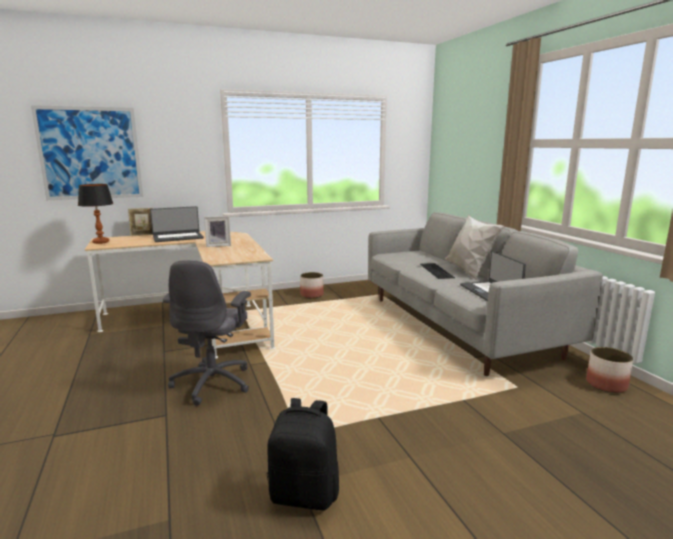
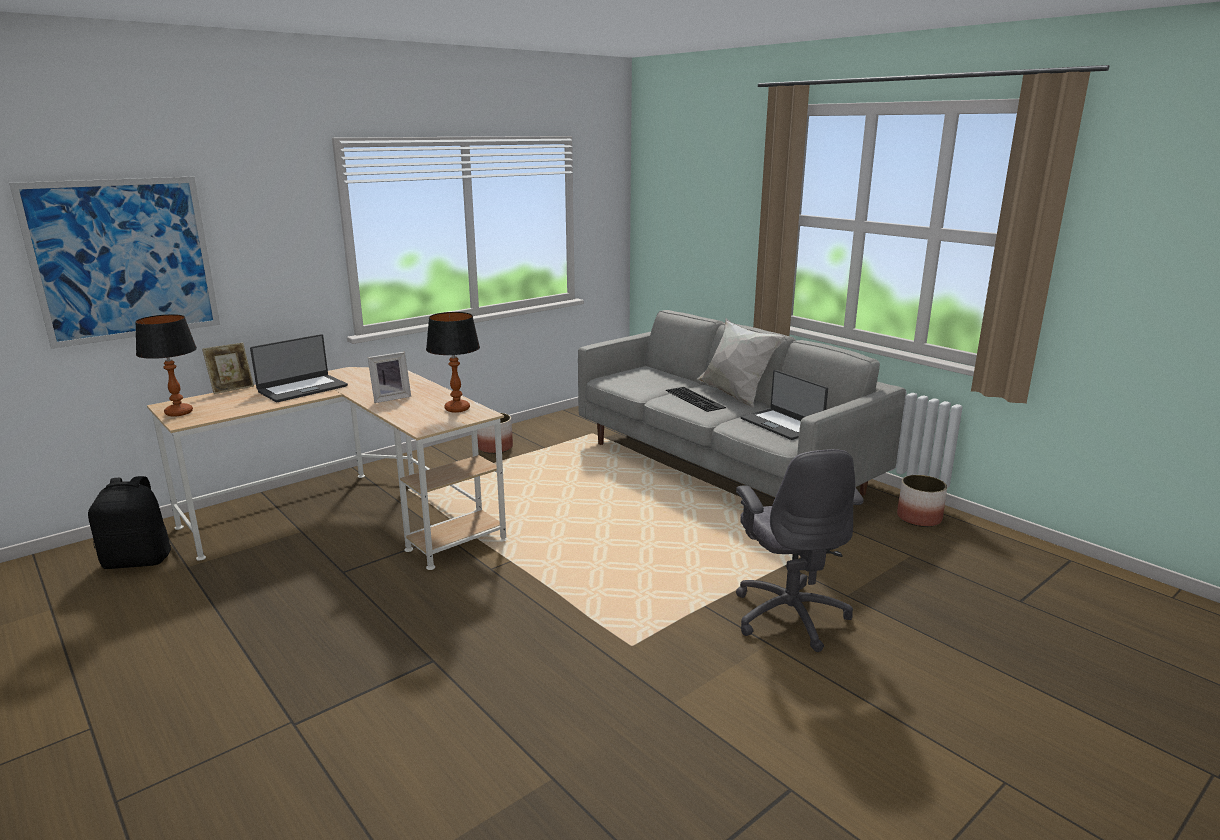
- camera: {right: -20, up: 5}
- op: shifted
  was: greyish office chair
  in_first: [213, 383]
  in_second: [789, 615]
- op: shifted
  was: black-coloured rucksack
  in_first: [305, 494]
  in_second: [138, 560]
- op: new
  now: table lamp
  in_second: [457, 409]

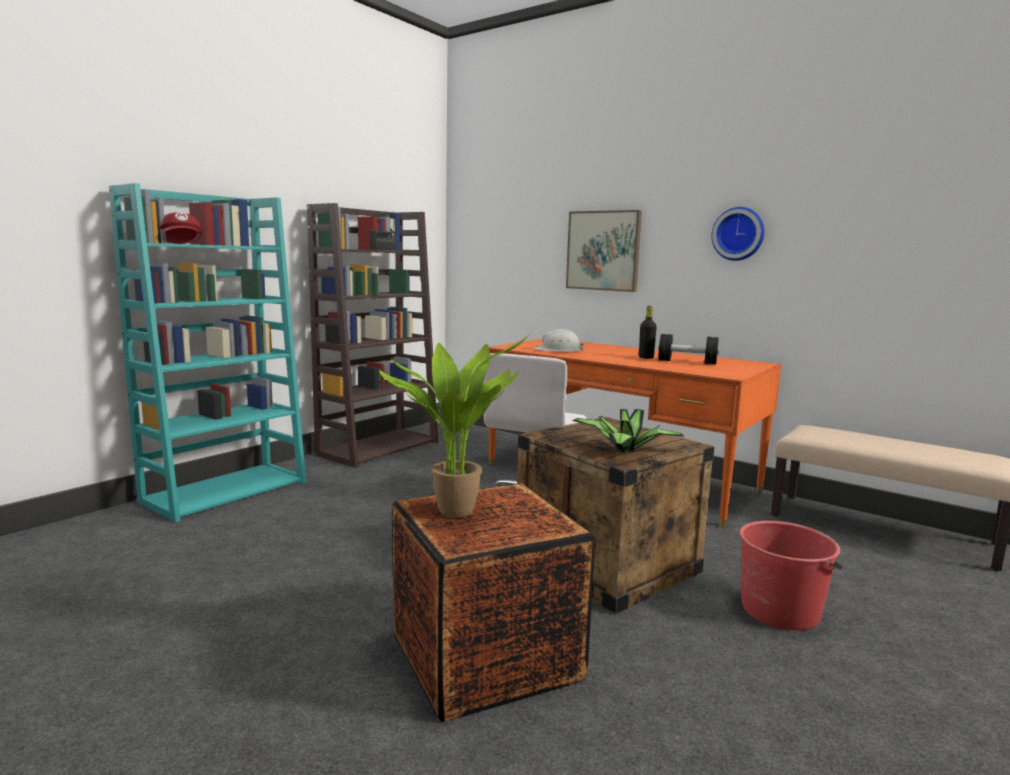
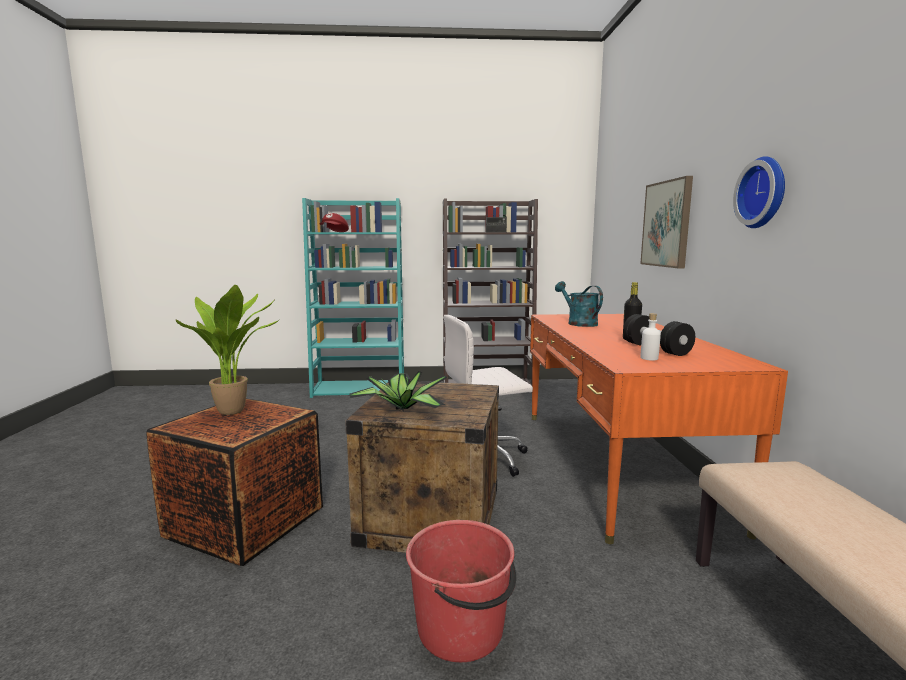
- camera: {right: 50, up: 0}
- op: swapped
  was: white-coloured safety helmet
  now: turquoise-coloured watering can
  in_first: [558, 350]
  in_second: [578, 323]
- op: new
  now: white-coloured drink bottle
  in_second: [649, 358]

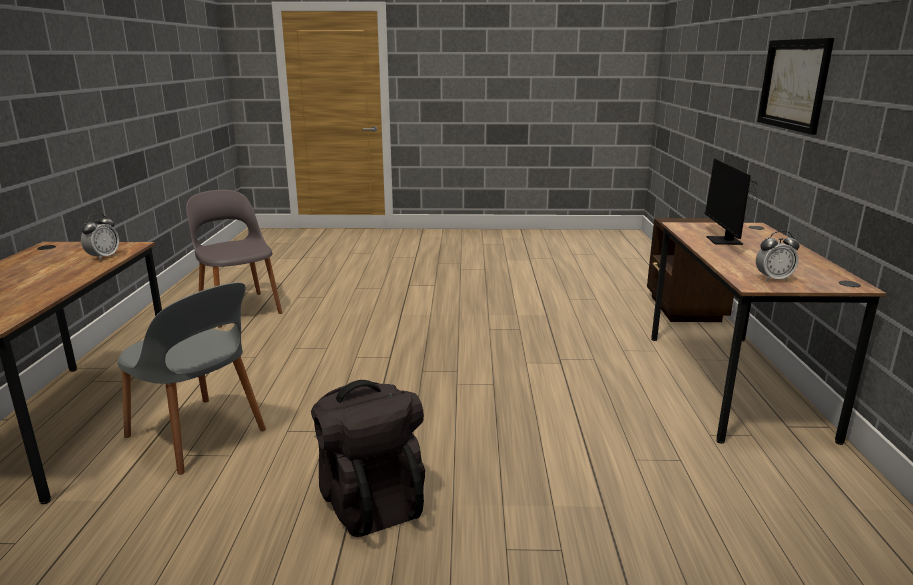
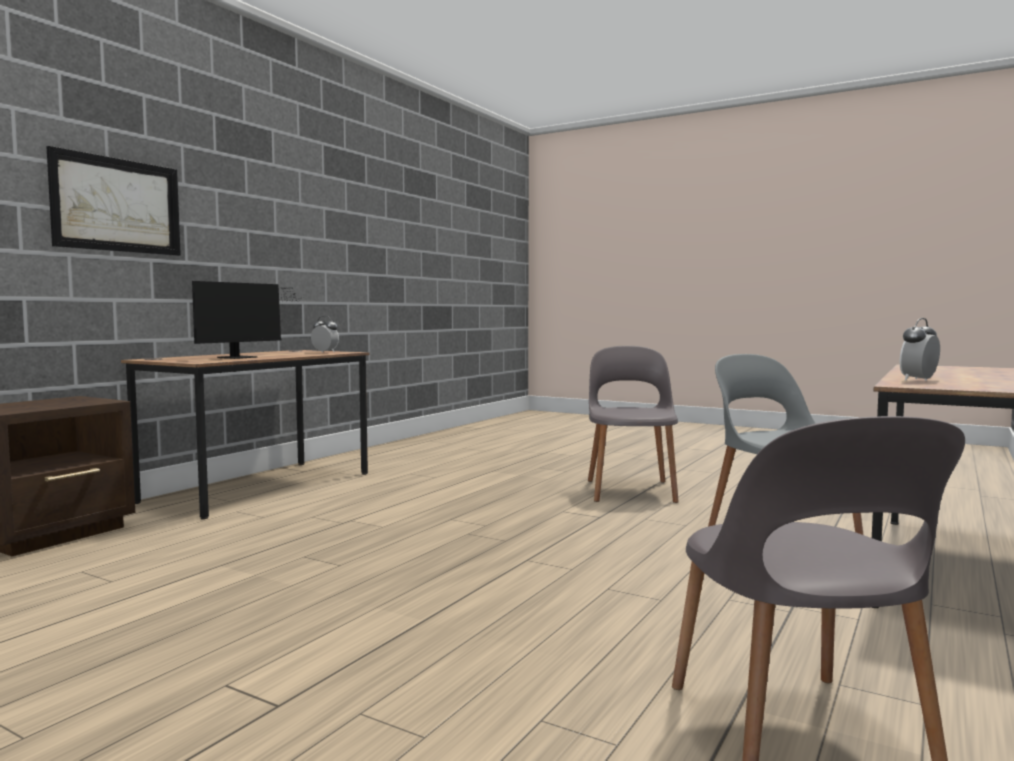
- camera: {right: -150, up: -15}
- op: swapped
  was: black-coloured rucksack
  now: greyish upright chair
  in_first: [370, 500]
  in_second: [630, 490]

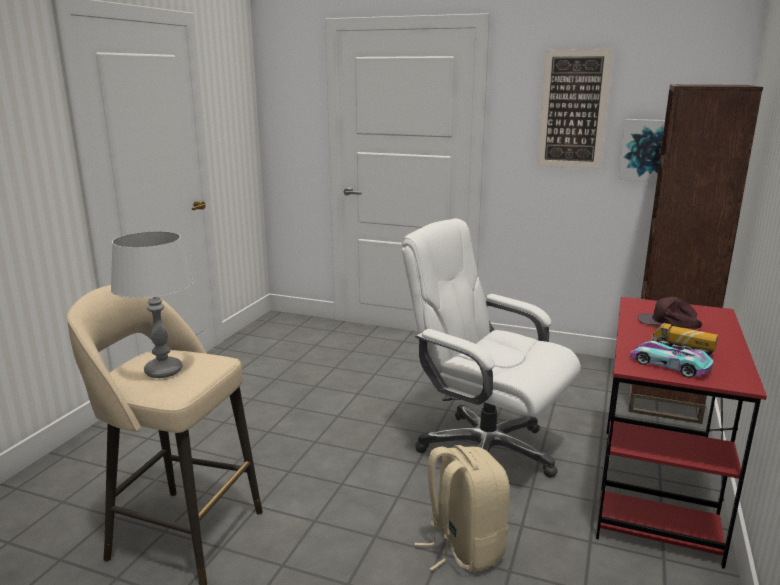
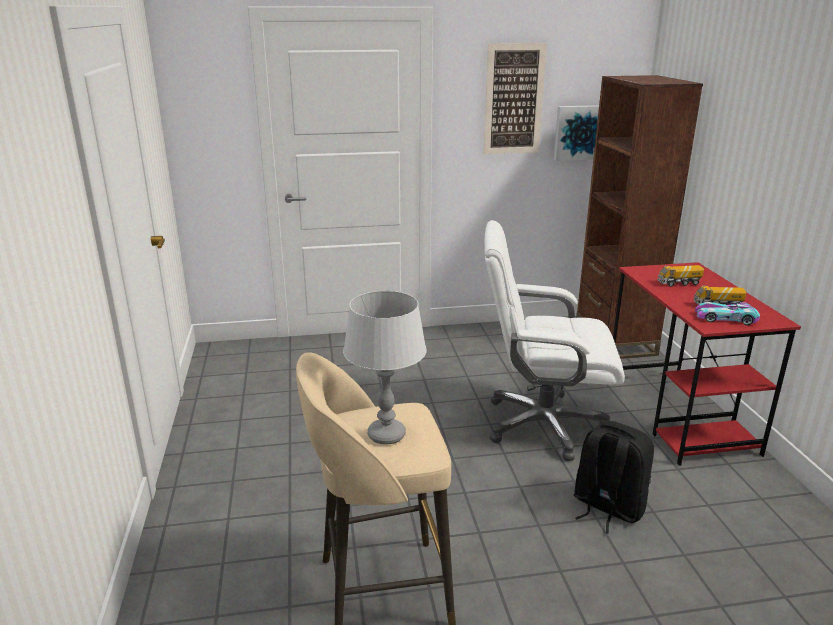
- camera: {right: -30, up: 5}
- op: repainted
  was: sand-coloured rucksack
  now: black-coloured rucksack
  in_first: [463, 547]
  in_second: [607, 507]
- op: swapped
  was: brown-coloured baseball cap
  now: toy truck
  in_first: [668, 323]
  in_second: [679, 283]

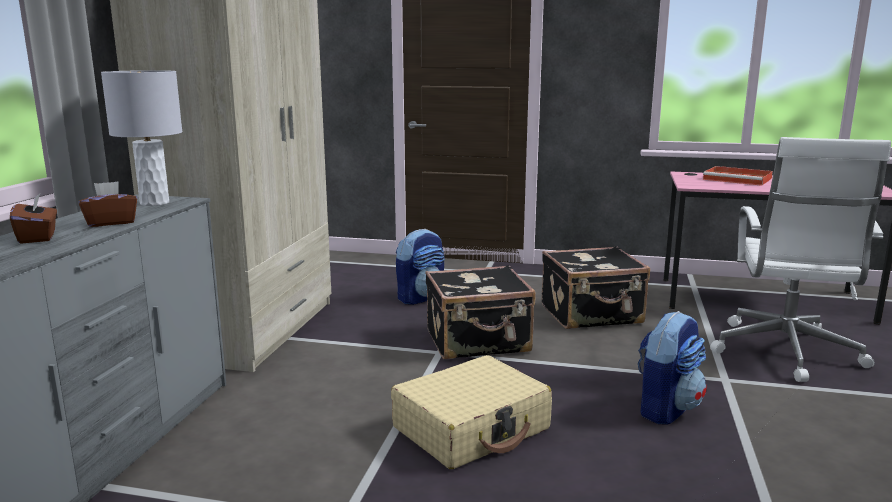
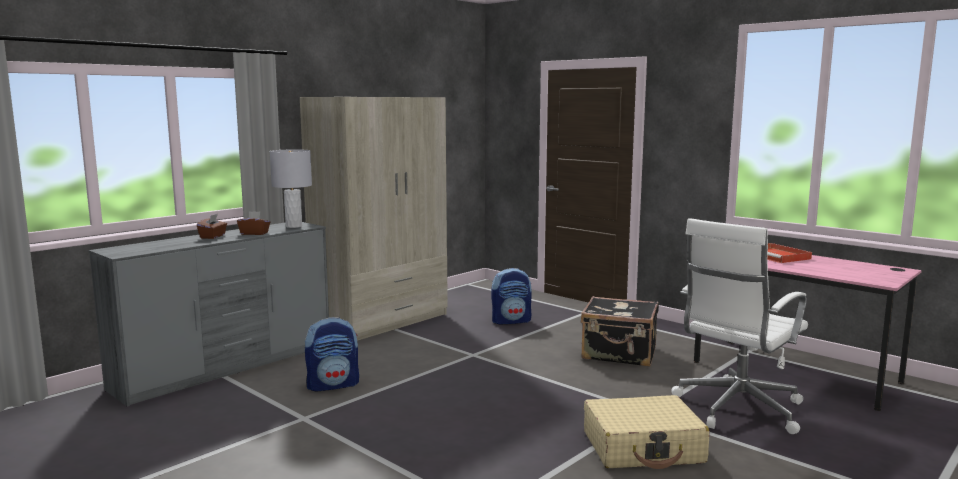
- camera: {right: 30, up: -5}
- op: shifted
  was: sand-coloured suitcase
  in_first: [472, 428]
  in_second: [643, 447]
- op: gone
  was: black-coloured suitcase
  in_first: [478, 342]
- op: shifted
  was: rucksack
  in_first: [666, 408]
  in_second: [333, 385]

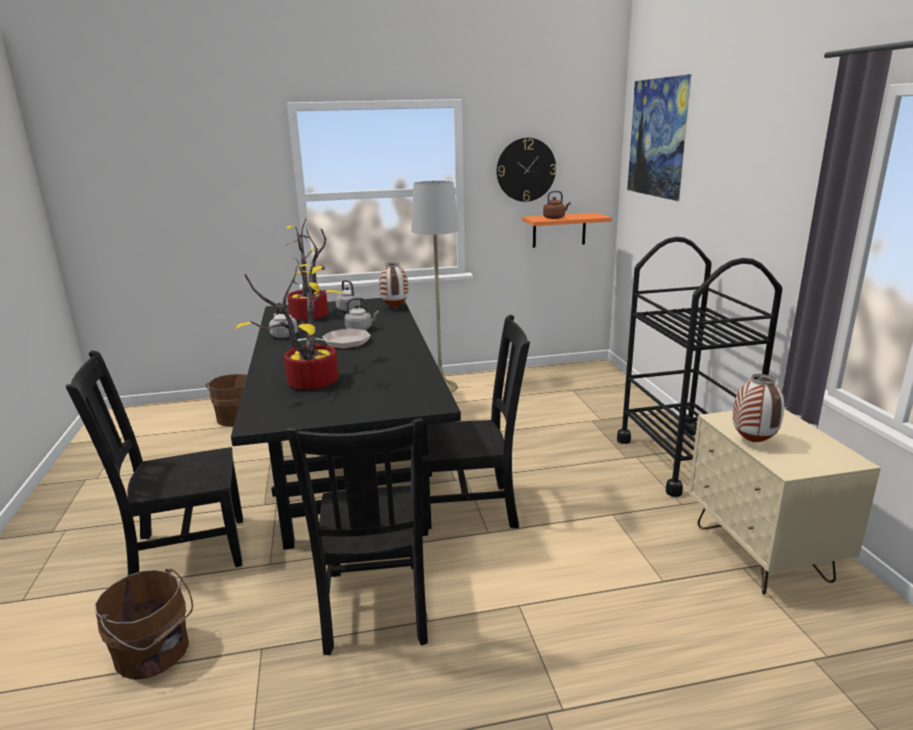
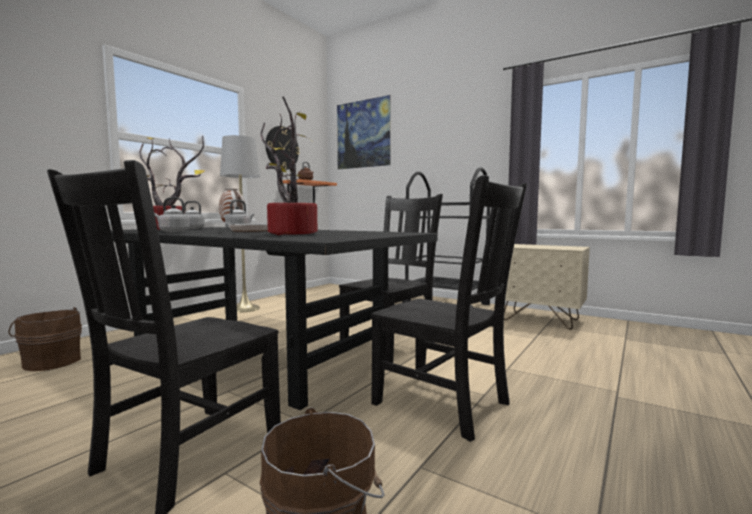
- camera: {right: -45, up: -15}
- op: gone
  was: decorative vase
  in_first: [752, 442]

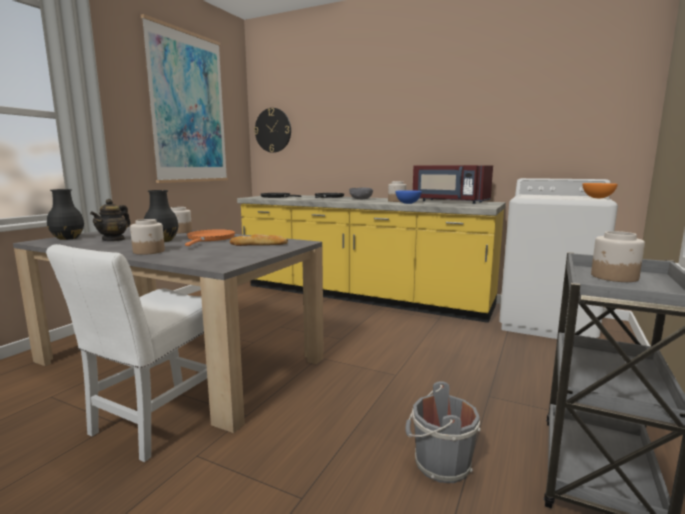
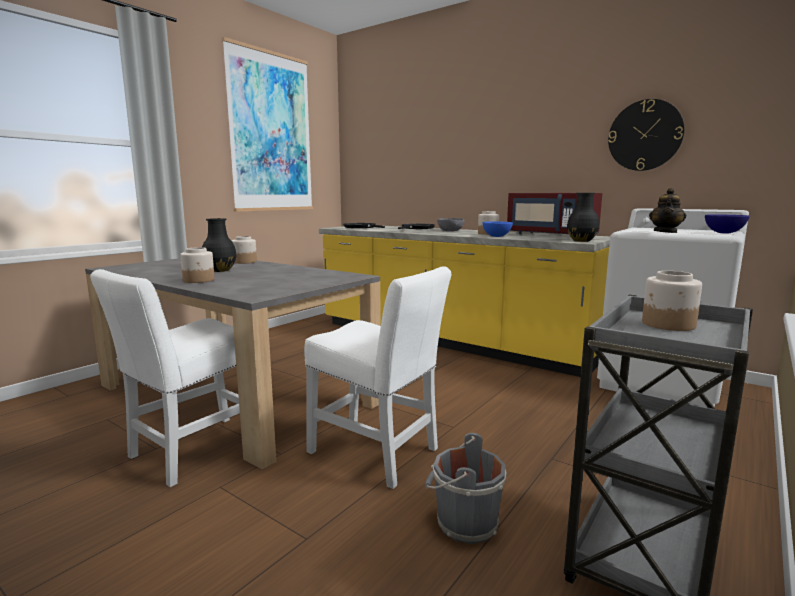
- camera: {right: 10, up: 0}
- op: shifted
  was: black-coloured decorative vase
  in_first: [67, 238]
  in_second: [581, 240]
- op: shifted
  was: tea pot
  in_first: [114, 239]
  in_second: [665, 232]
- op: gone
  was: orange-coloured skillet
  in_first: [210, 239]
- op: gone
  was: bakery bread
  in_first: [259, 244]
- op: shifted
  was: hanging clock
  in_first: [273, 130]
  in_second: [645, 135]
- op: repainted
  was: orange-coloured serving bowl
  now: blue serving bowl
  in_first: [598, 198]
  in_second: [724, 233]
- op: new
  now: white-coloured upright chair
  in_second: [377, 453]

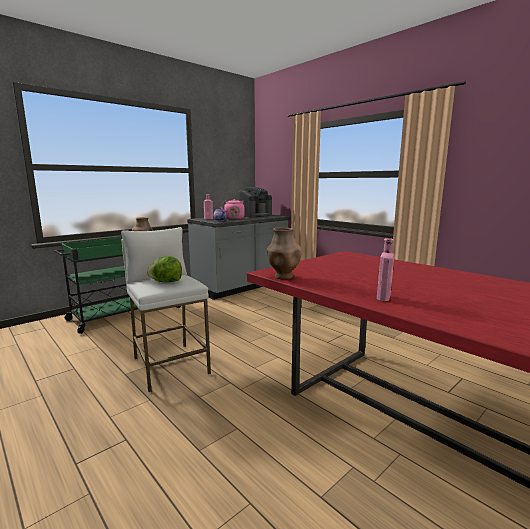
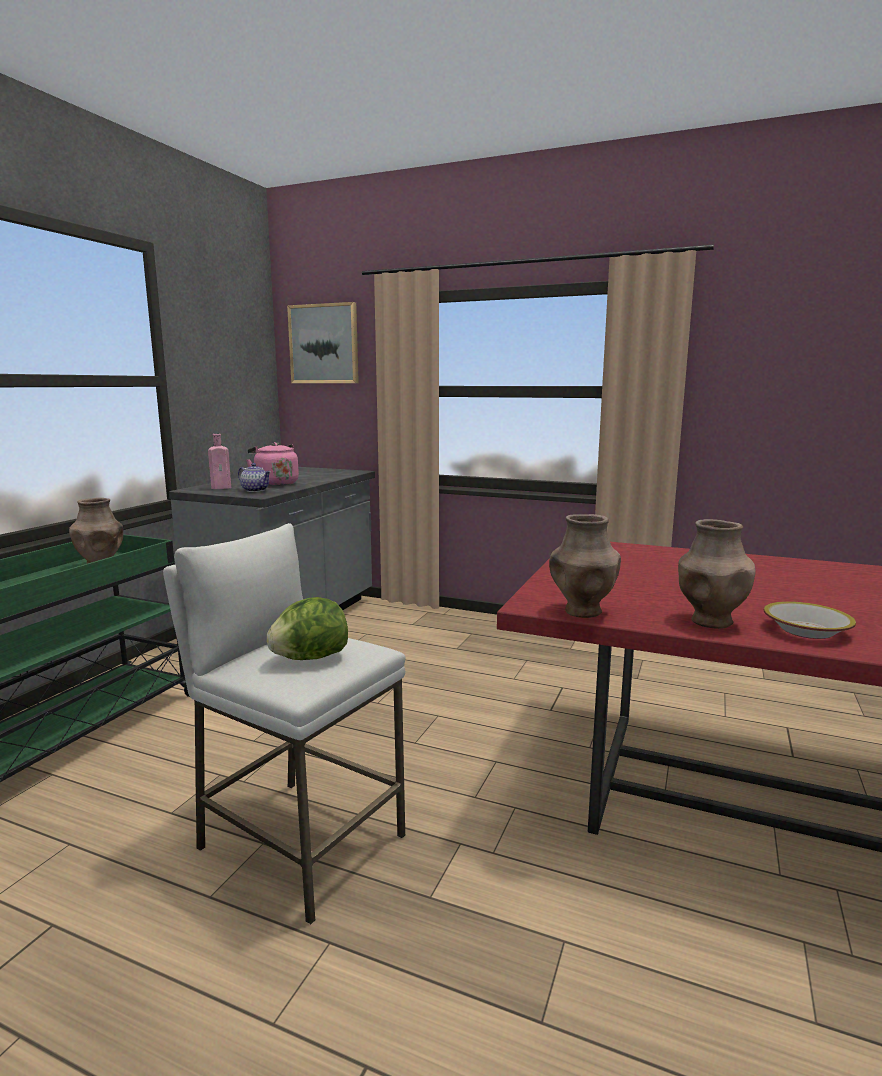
- camera: {right: -25, up: 0}
- op: gone
  was: coffee brewer
  in_first: [255, 215]
- op: swapped
  was: pinkish drink bottle
  now: serving bowl
  in_first: [383, 298]
  in_second: [805, 630]
- op: new
  now: wall picture
  in_second: [324, 344]
- op: new
  now: brown-coloured decorative vase
  in_second: [710, 622]

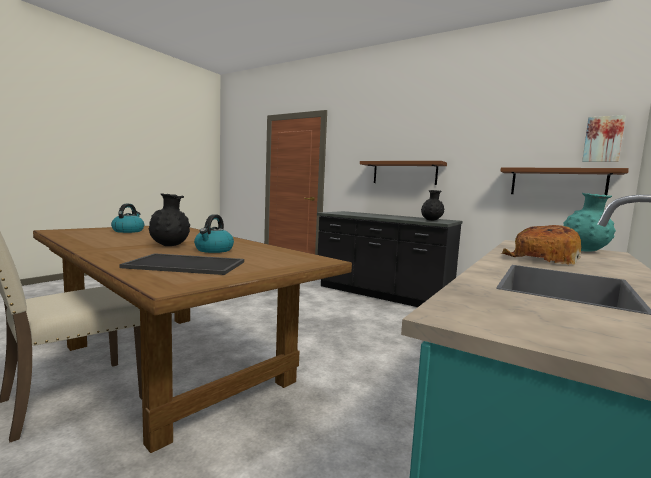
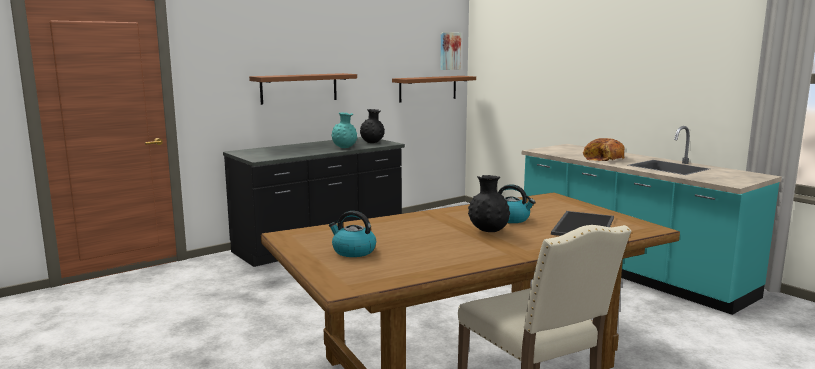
- camera: {right: -70, up: 5}
- op: shifted
  was: turquoise-coloured decorative vase
  in_first: [584, 251]
  in_second: [344, 148]

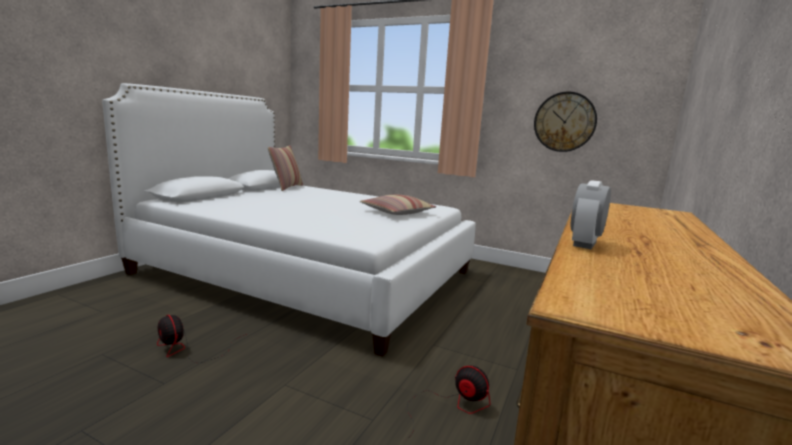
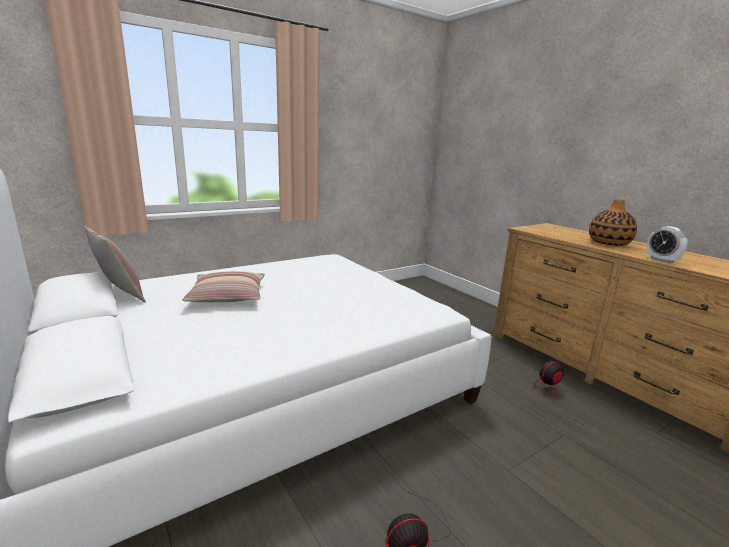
- camera: {right: -60, up: 5}
- op: shifted
  was: pillow
  in_first: [397, 212]
  in_second: [227, 296]
- op: gone
  was: hanging clock
  in_first: [564, 122]
- op: new
  now: decorative vase
  in_second: [609, 243]

